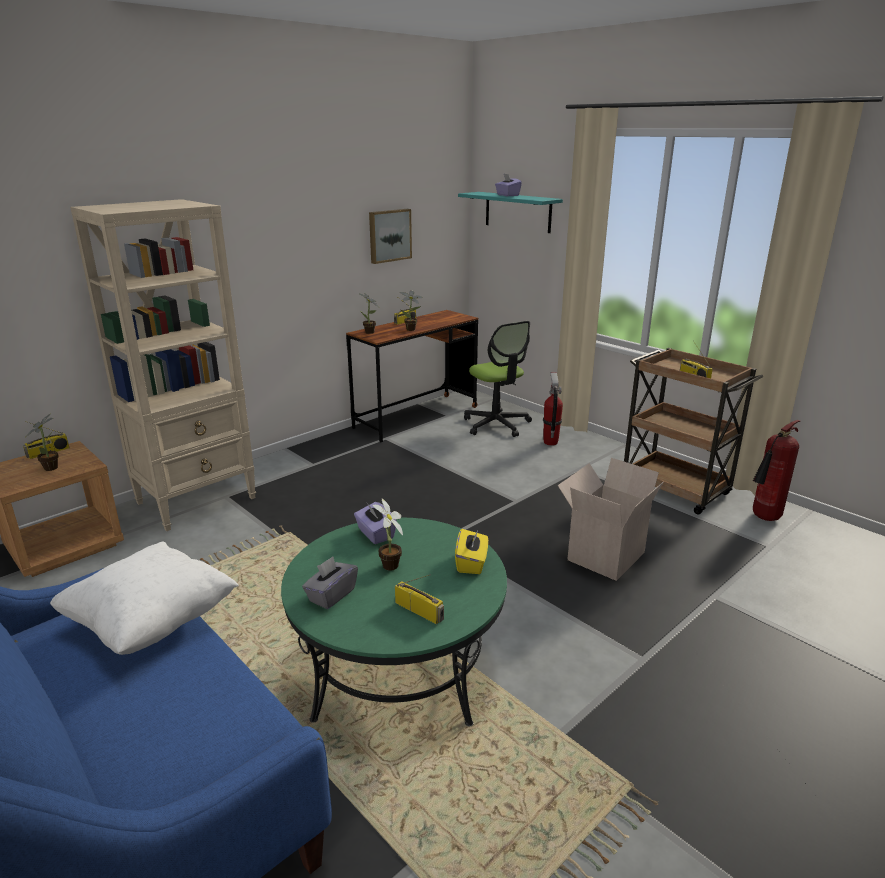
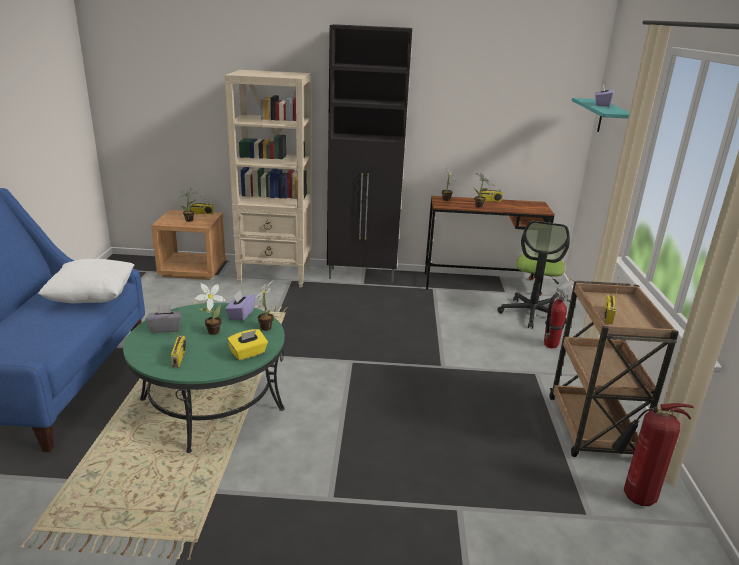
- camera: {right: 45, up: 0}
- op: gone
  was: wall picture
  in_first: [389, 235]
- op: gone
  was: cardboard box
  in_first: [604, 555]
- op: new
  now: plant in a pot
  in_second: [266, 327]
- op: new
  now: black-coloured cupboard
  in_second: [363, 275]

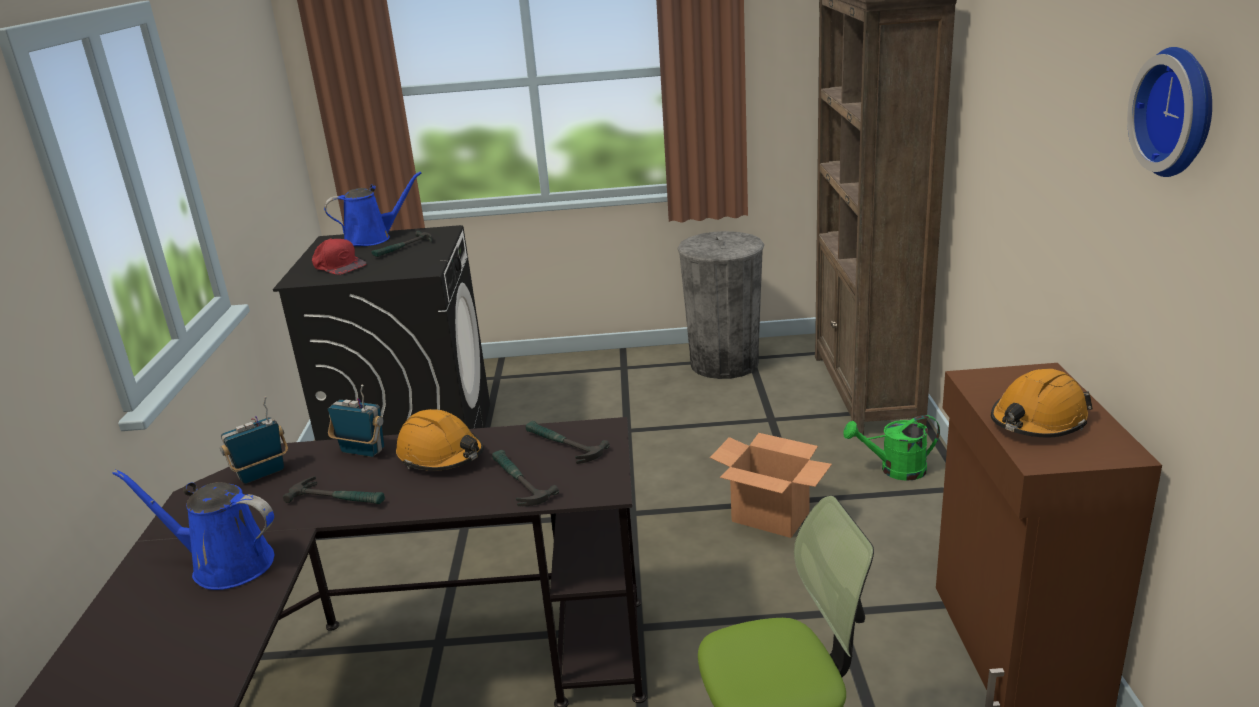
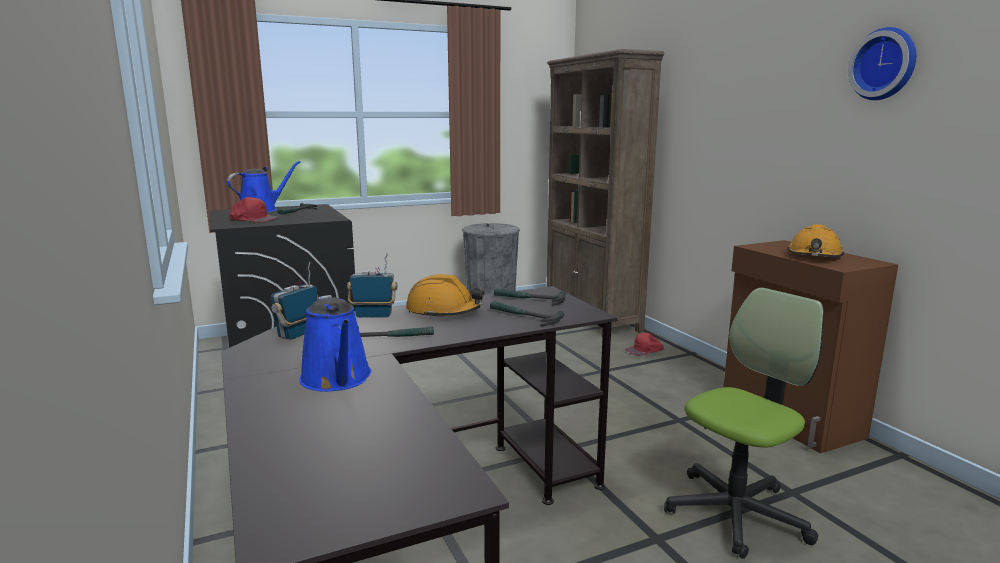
- camera: {right: -25, up: -10}
- op: rotated
  was: blue watering can
  in_first: [225, 564]
  in_second: [337, 379]
  clockwise: -105
- op: gone
  was: cardboard box
  in_first: [771, 517]
- op: swapped
  was: green watering can
  now: red-coloured baseball cap
  in_first: [895, 470]
  in_second: [644, 350]

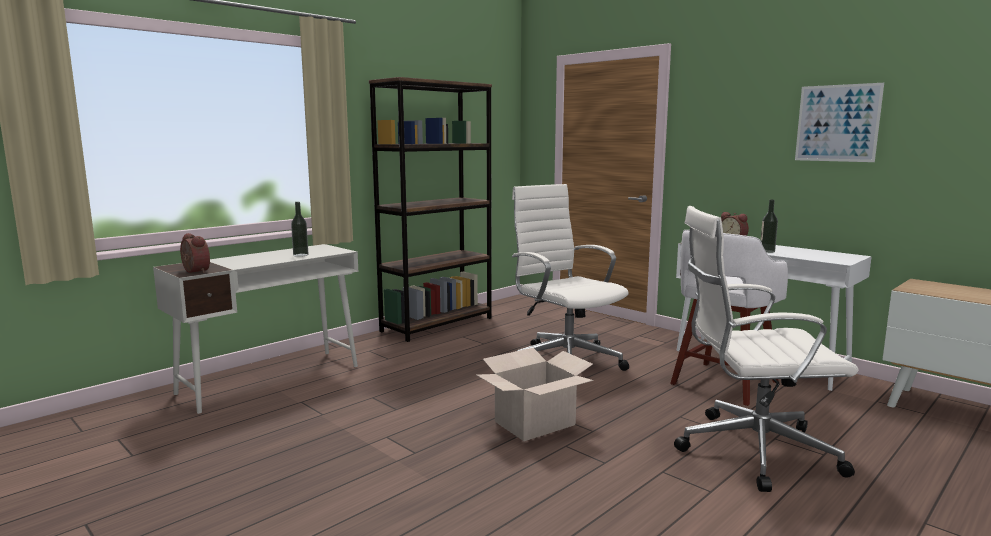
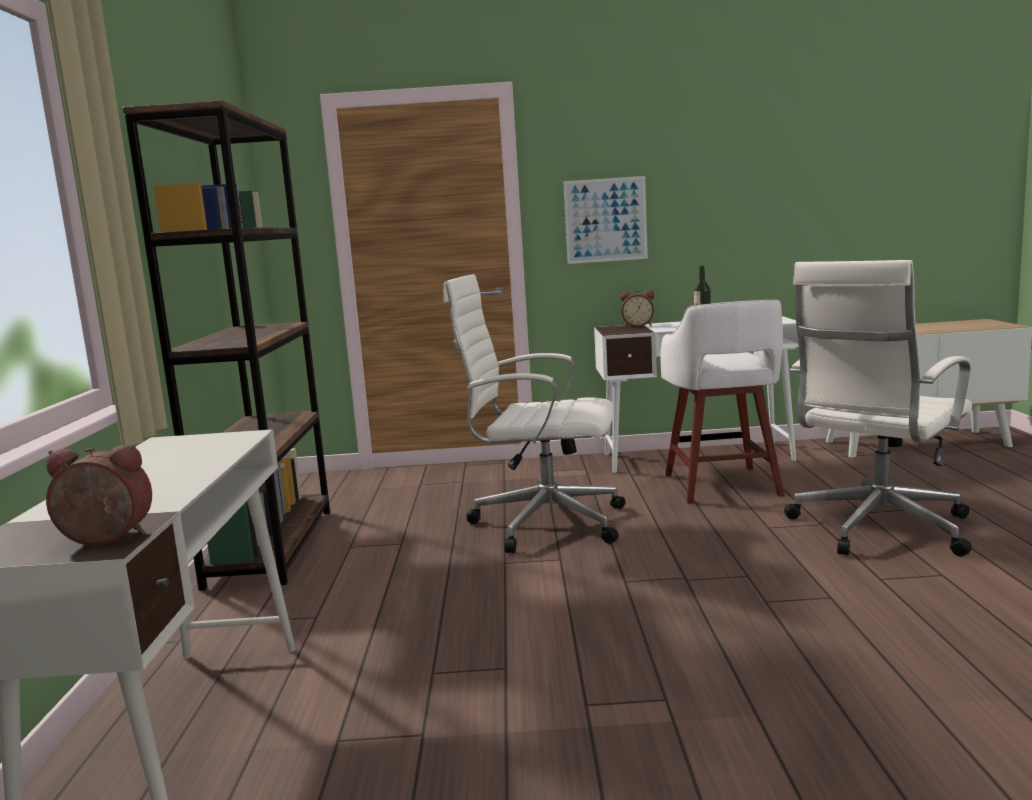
- camera: {right: -45, up: 0}
- op: gone
  was: drink bottle
  in_first: [300, 255]
- op: gone
  was: cardboard box
  in_first: [534, 423]
- op: shifted
  was: wall picture
  in_first: [837, 123]
  in_second: [605, 220]

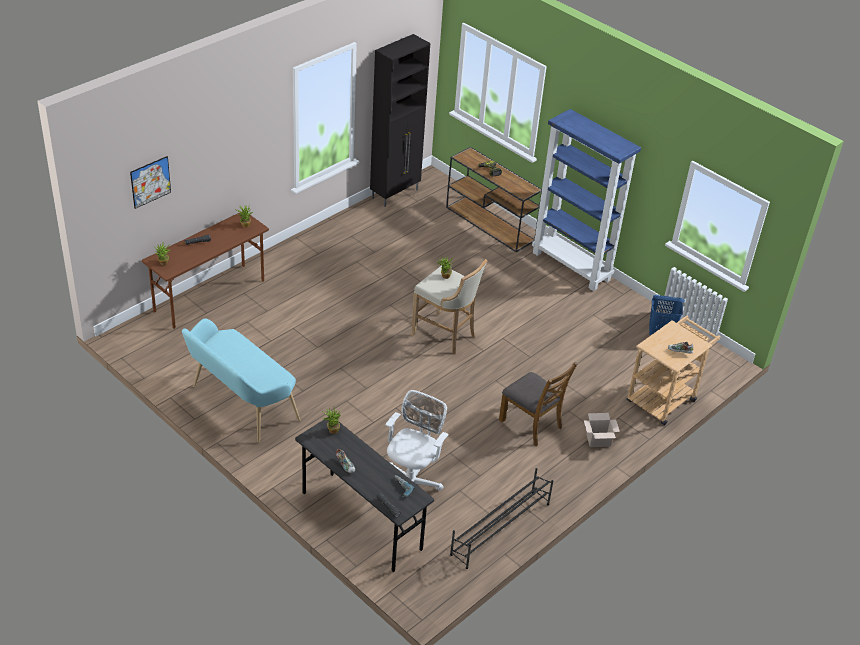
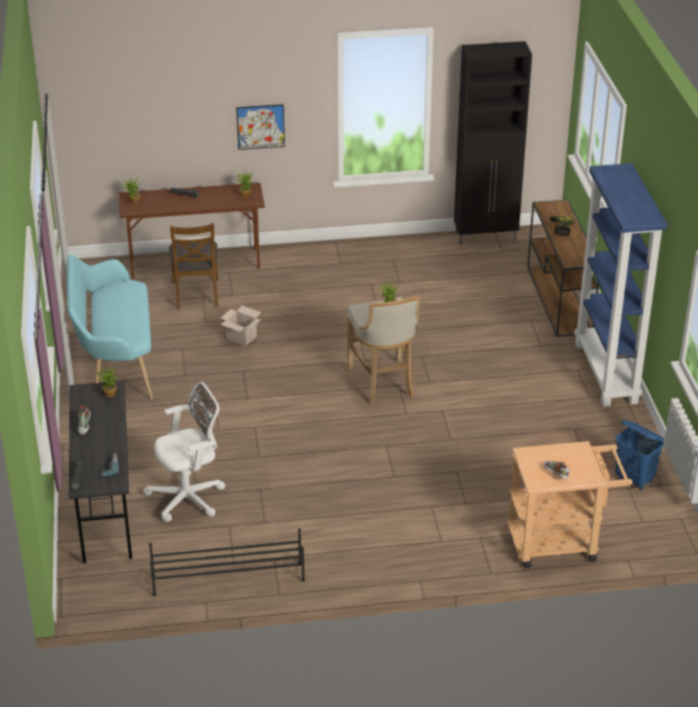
- camera: {right: 40, up: -5}
- op: shifted
  was: wall picture
  in_first: [150, 182]
  in_second: [260, 127]
- op: shifted
  was: brown-coloured upright chair
  in_first: [531, 423]
  in_second: [196, 293]
- op: shifted
  was: cardboard box
  in_first: [597, 440]
  in_second: [241, 337]

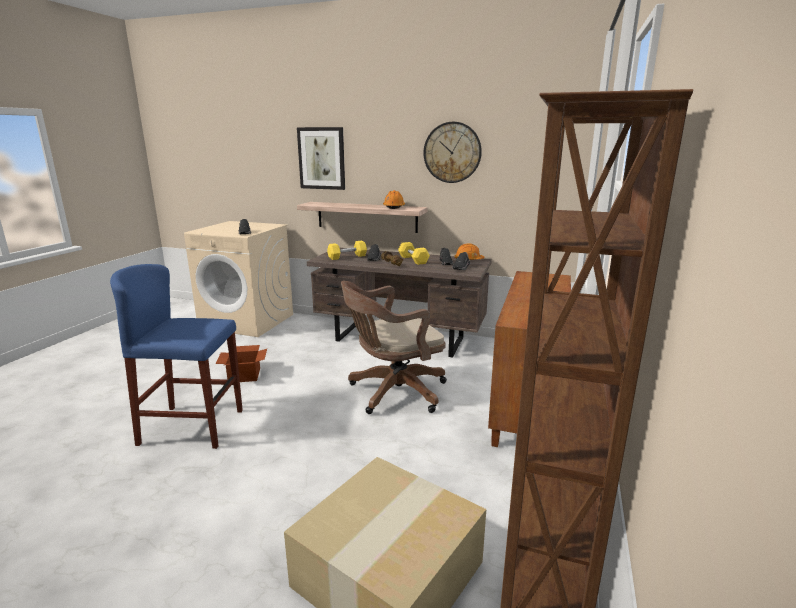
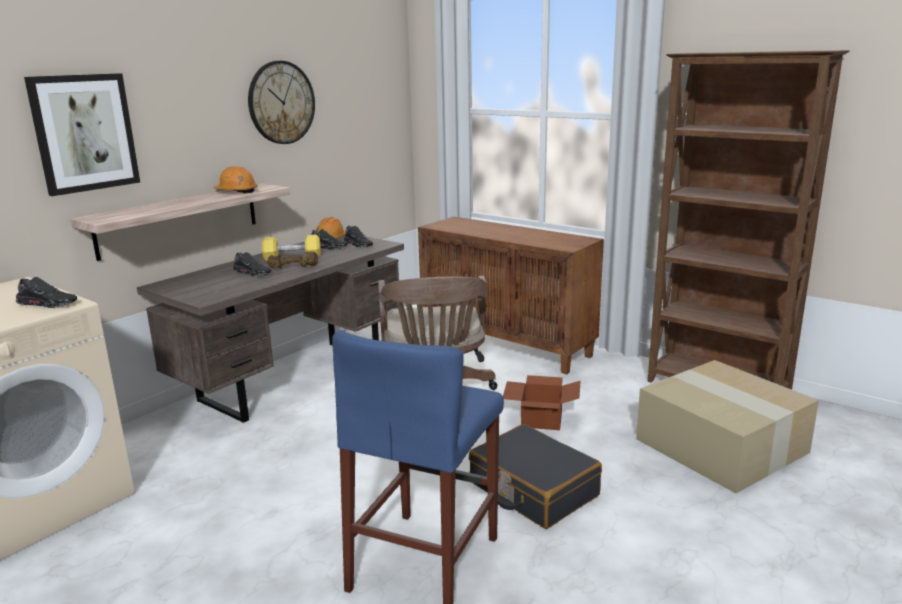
- camera: {right: -70, up: 0}
- op: shifted
  was: cardboard box
  in_first: [245, 375]
  in_second: [540, 418]
- op: gone
  was: yellowish free weight
  in_first: [347, 257]
- op: new
  now: black-coloured suitcase
  in_second: [532, 489]

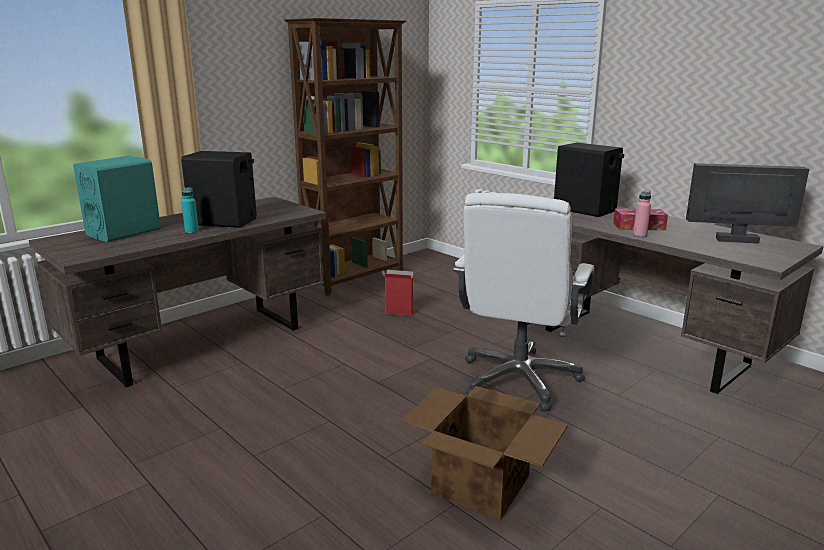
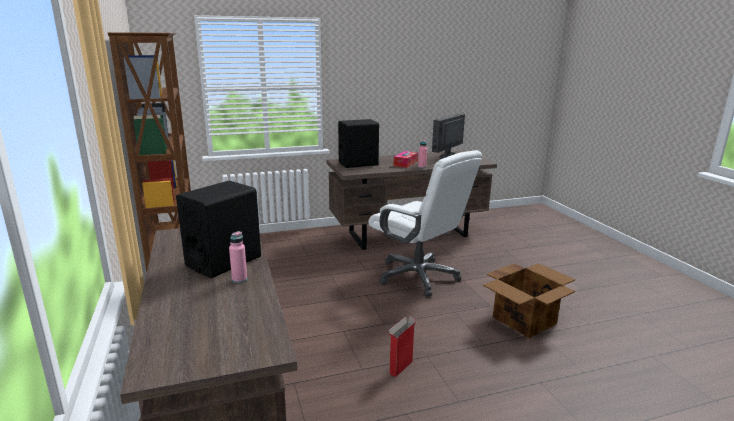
- camera: {right: -65, up: 0}
- op: gone
  was: turquoise-coloured speaker
  in_first: [124, 232]
- op: repainted
  was: turquoise-coloured drink bottle
  now: pinkish drink bottle
  in_first: [191, 231]
  in_second: [239, 279]
- op: shifted
  was: cardboard box
  in_first: [398, 313]
  in_second: [400, 368]

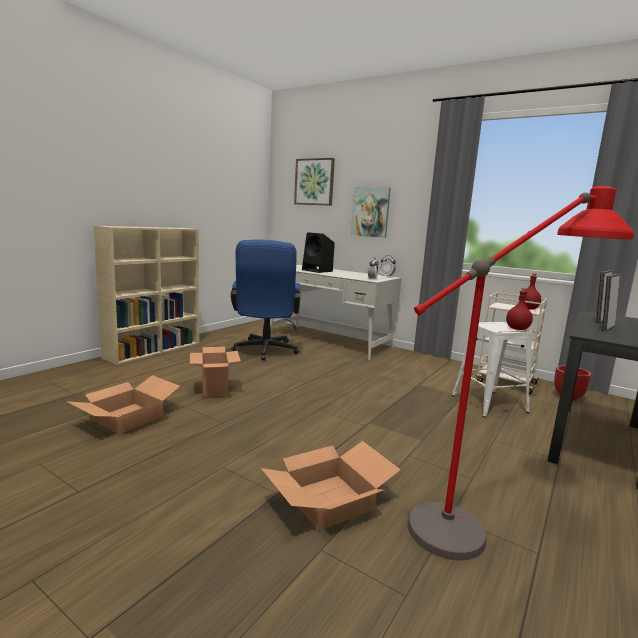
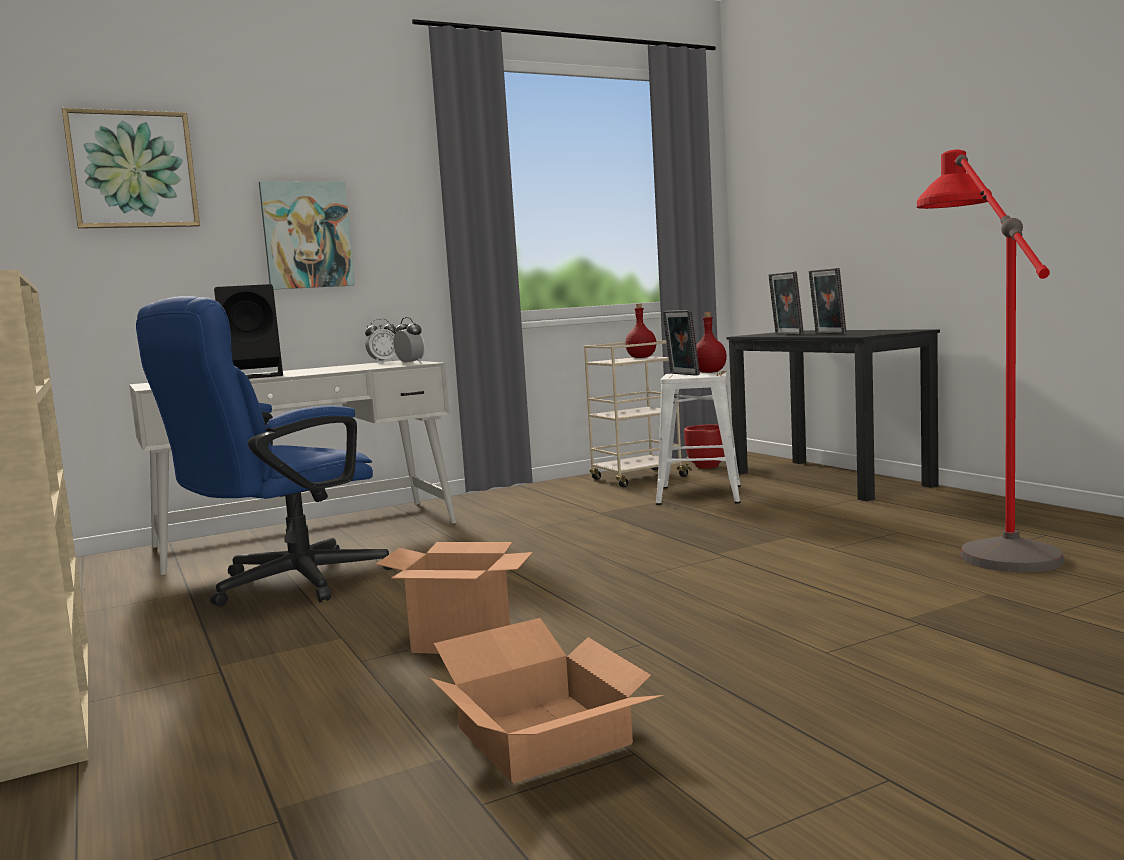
- camera: {right: -60, up: -5}
- op: rotated
  was: blue office chair
  in_first: [265, 351]
  in_second: [283, 585]
  clockwise: 105
- op: gone
  was: cardboard box
  in_first: [329, 501]
- op: new
  now: photo frame
  in_second: [682, 374]

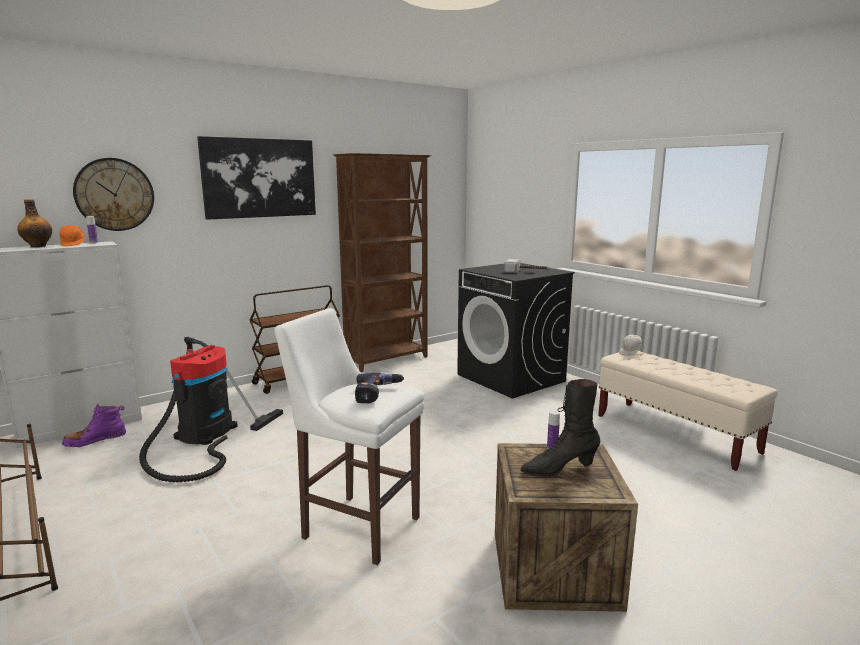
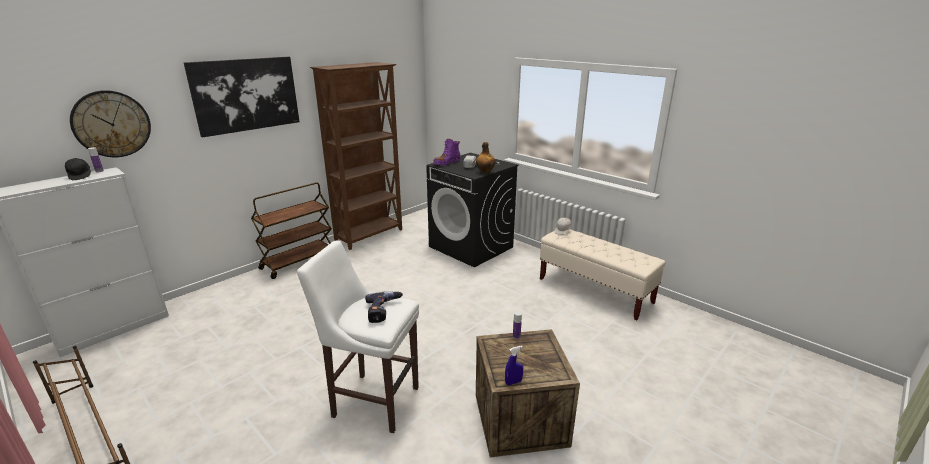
- camera: {right: -10, up: 10}
- op: shifted
  was: drink bottle
  in_first: [38, 246]
  in_second: [485, 172]
- op: repainted
  was: orange-coloured baseball cap
  now: black-coloured baseball cap
  in_first: [73, 244]
  in_second: [80, 176]
- op: shifted
  was: purplish tall boot
  in_first: [95, 440]
  in_second: [446, 163]
- op: gone
  was: hoover
  in_first: [203, 436]
- op: gone
  was: black-coloured tall boot
  in_first: [558, 469]
- op: new
  now: blue sprayer
  in_second: [513, 382]

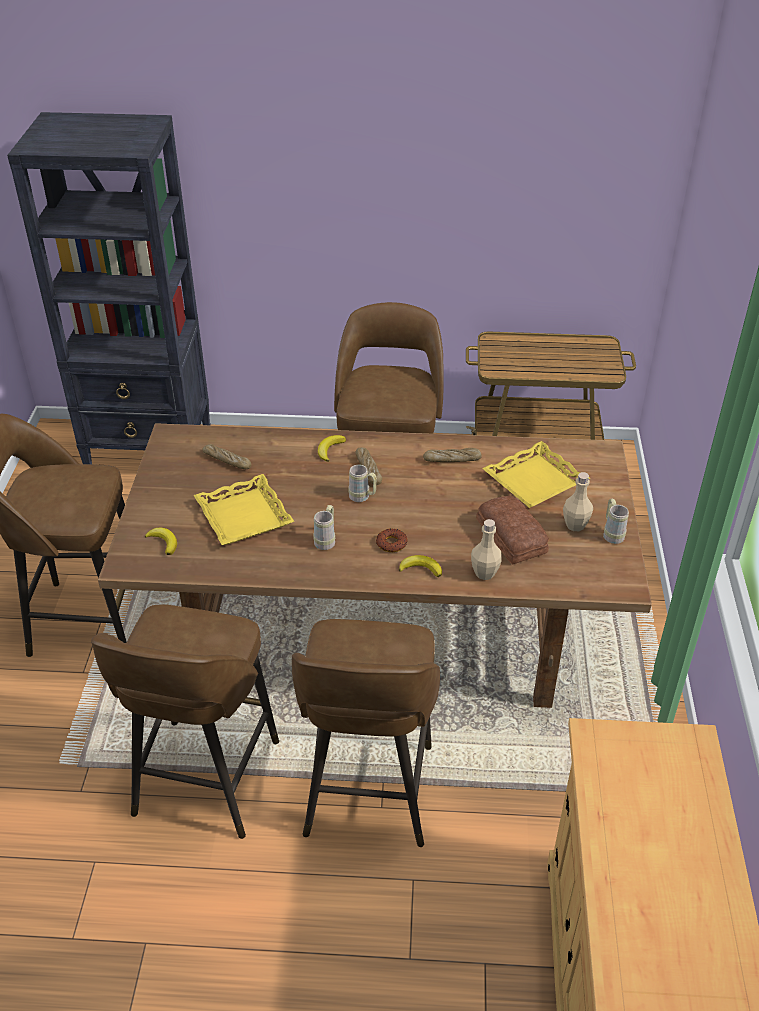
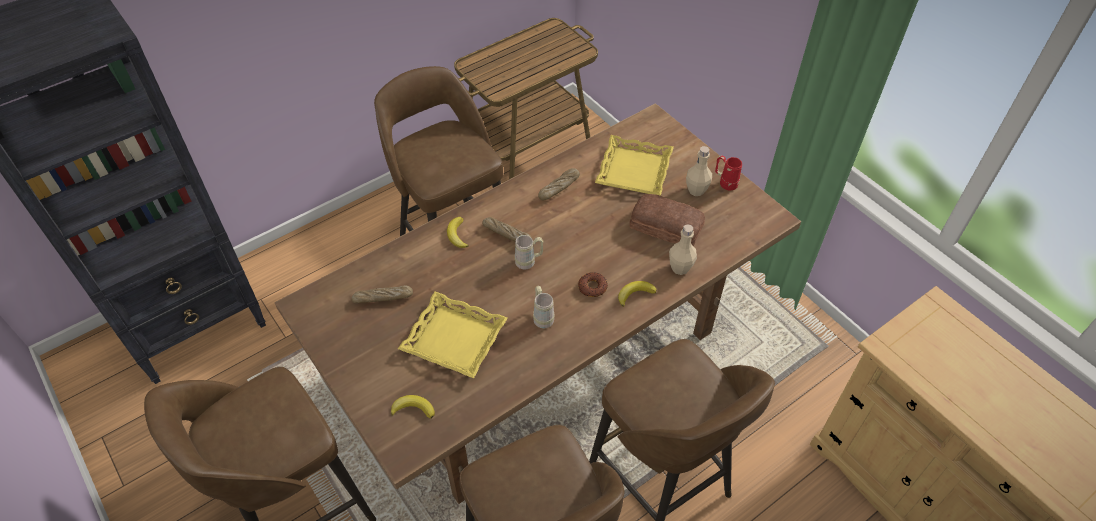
- camera: {right: -40, up: 10}
- op: repainted
  was: sand-coloured coffee mug
  now: red-coloured coffee mug
  in_first: [612, 534]
  in_second: [725, 182]

